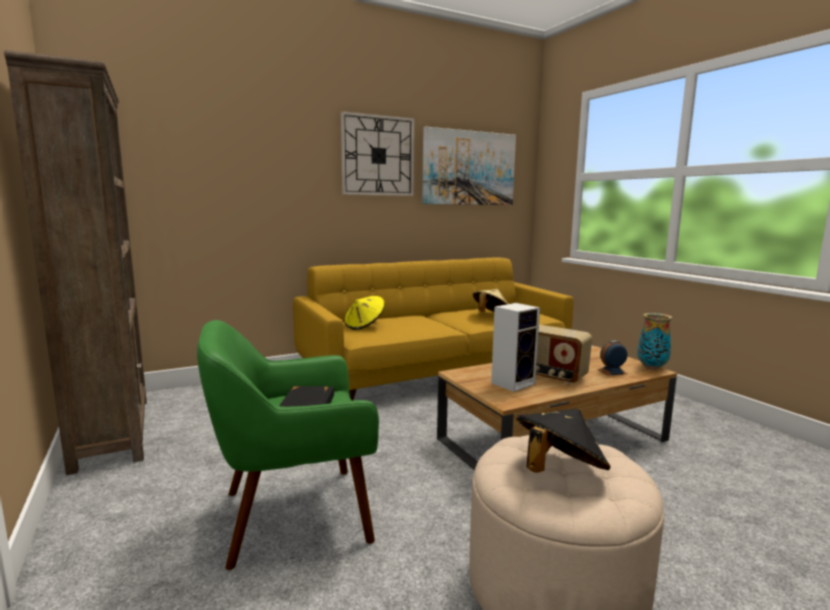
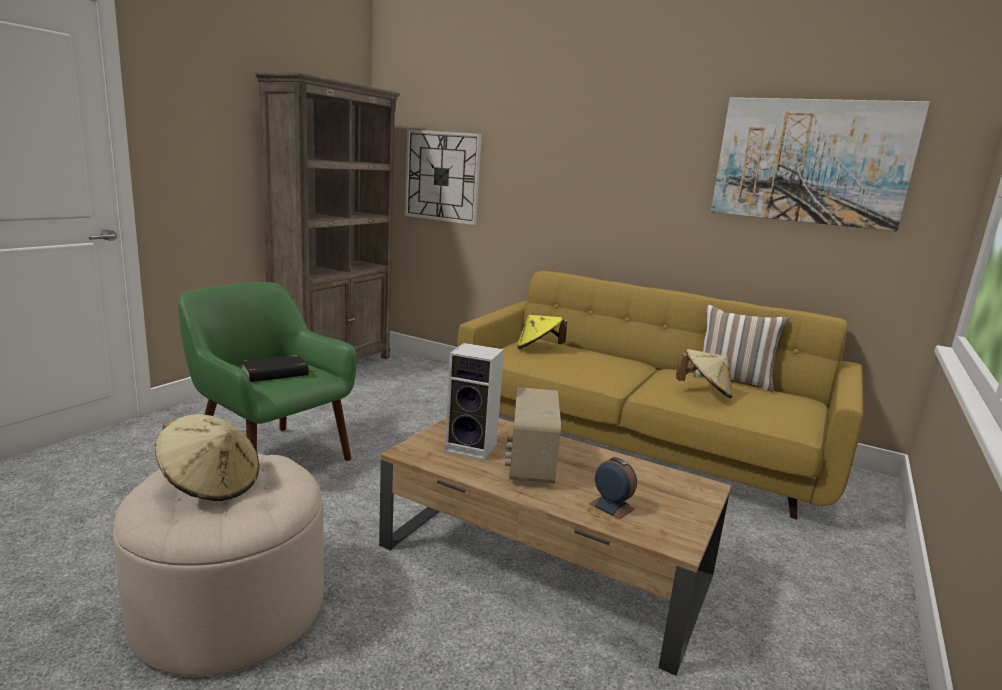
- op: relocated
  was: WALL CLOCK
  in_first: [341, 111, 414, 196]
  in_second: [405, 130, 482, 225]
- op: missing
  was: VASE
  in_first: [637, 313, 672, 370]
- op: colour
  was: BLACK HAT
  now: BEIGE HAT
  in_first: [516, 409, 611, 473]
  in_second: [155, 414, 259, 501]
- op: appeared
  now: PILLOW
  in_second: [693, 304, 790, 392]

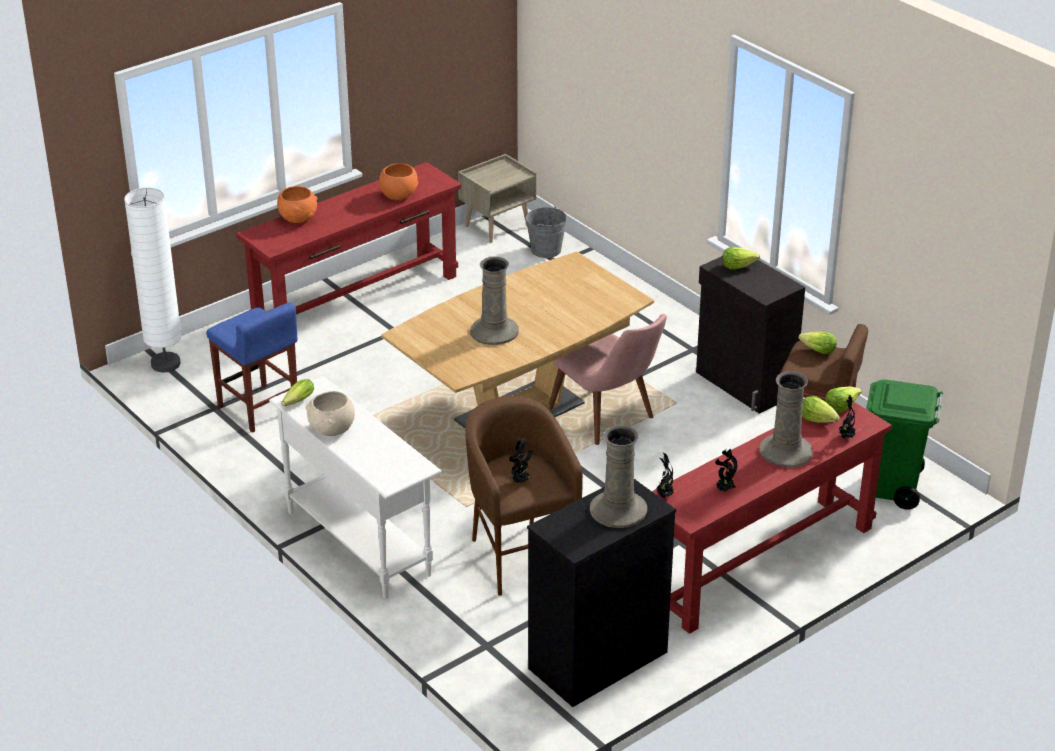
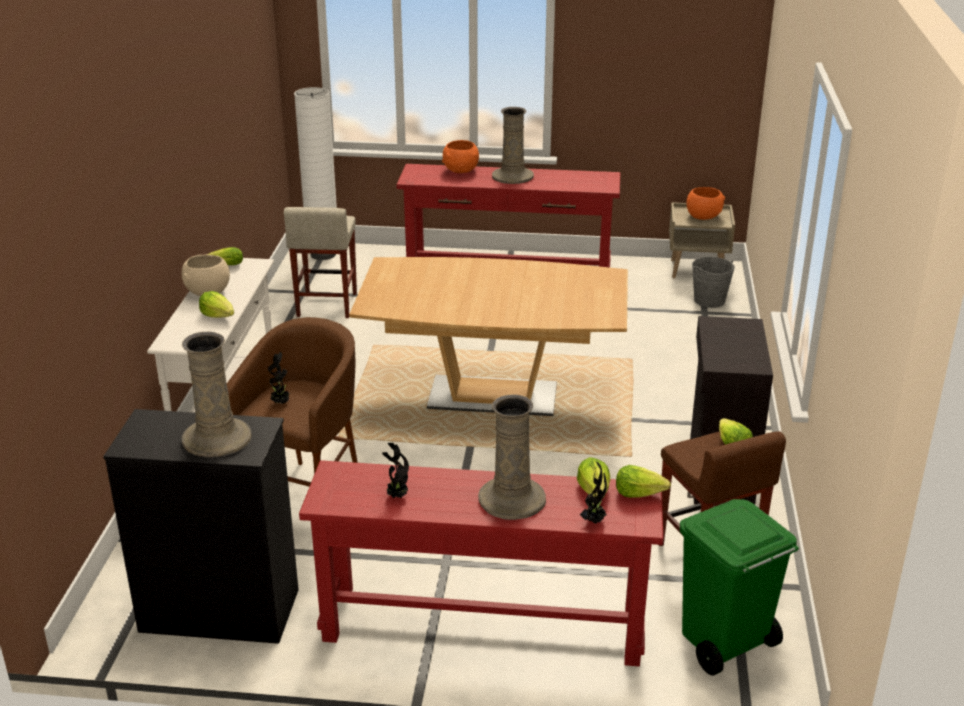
- op: relocated
  was: ORANGE BOWL
  in_first: [379, 163, 418, 200]
  in_second: [686, 187, 725, 220]
- op: relocated
  was: LETTUCE
  in_first: [722, 247, 760, 269]
  in_second: [199, 291, 234, 318]
- op: relocated
  was: BEIGE VASE
  in_first: [470, 256, 519, 345]
  in_second: [492, 107, 534, 184]
- op: colour
  was: BLUE STOOL
  now: BEIGE STOOL
  in_first: [206, 302, 298, 433]
  in_second: [284, 207, 357, 318]
- op: missing
  was: PINK CHAIR
  in_first: [549, 314, 667, 445]
- op: missing
  was: POTTED PLANT
  in_first: [656, 452, 674, 498]

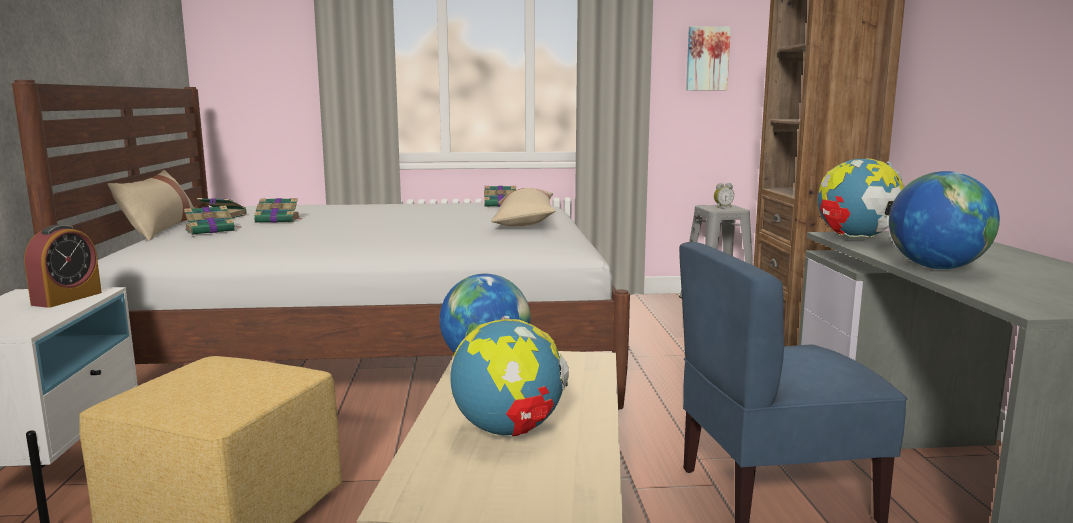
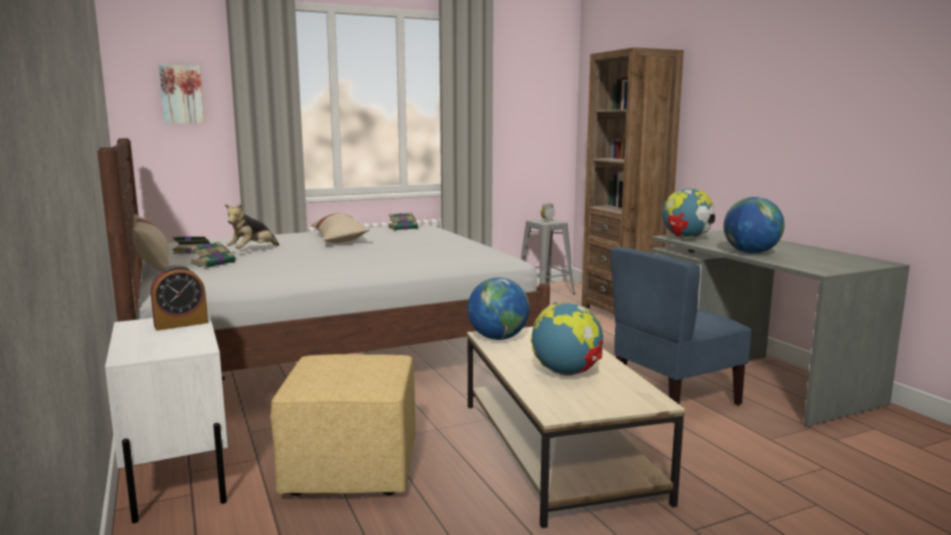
- op: relocated
  was: PICTURE
  in_first: [686, 26, 731, 90]
  in_second: [159, 65, 205, 124]
- op: relocated
  was: BEIGE PILLOW
  in_first: [491, 188, 555, 226]
  in_second: [311, 213, 370, 243]
- op: exchanged
  was: BOOK
  now: PLUSH TOY
  in_first: [254, 198, 303, 223]
  in_second: [225, 203, 279, 249]
- op: spun
  was: ALARM CLOCK
  in_first: [24, 225, 102, 308]
  in_second: [151, 265, 208, 331]
  clockwise: 60

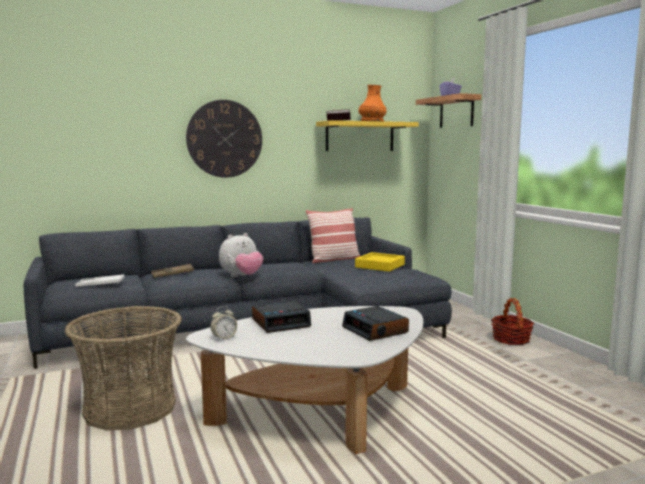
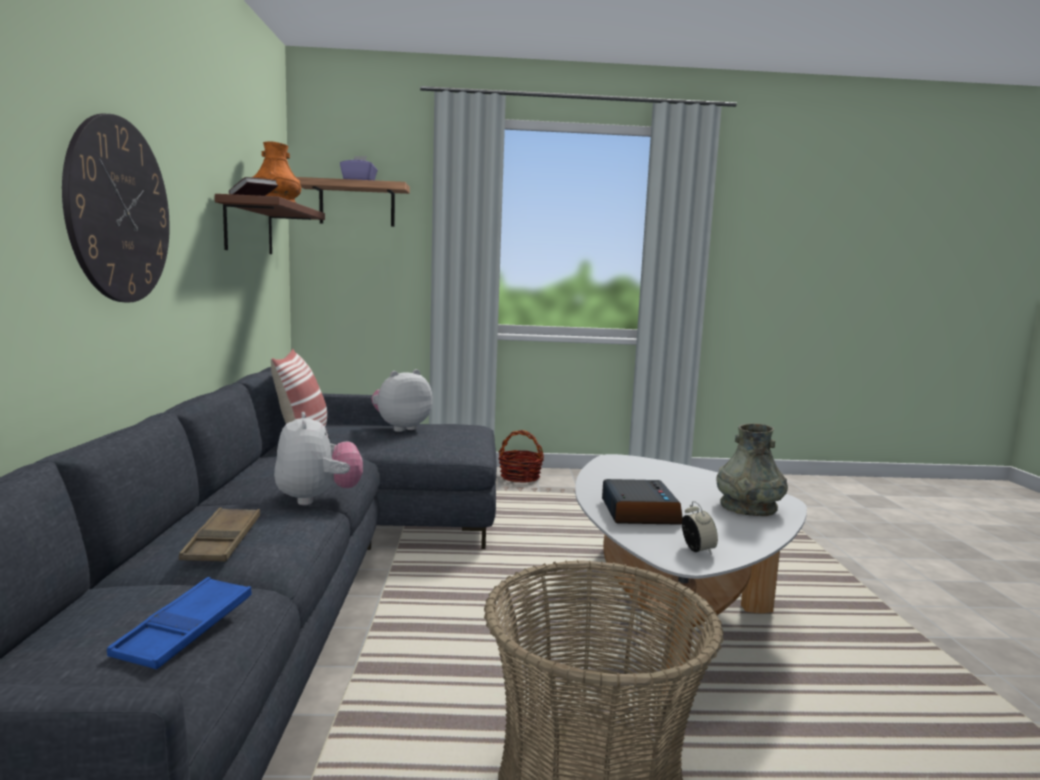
- op: colour
  was: YELLOW SHELF
  now: BROWN SHELF
  in_first: [316, 120, 419, 151]
  in_second: [215, 194, 325, 254]
- op: exchanged
  was: YELLOW TRAY
  now: PLUSH TOY
  in_first: [355, 252, 405, 272]
  in_second: [371, 369, 433, 432]
- op: colour
  was: WHITE TRAY
  now: BLUE TRAY
  in_first: [75, 274, 125, 287]
  in_second: [107, 577, 252, 669]
- op: missing
  was: ALARM CLOCK
  in_first: [342, 306, 409, 341]
- op: appeared
  now: GREY VASE
  in_second: [716, 424, 788, 516]

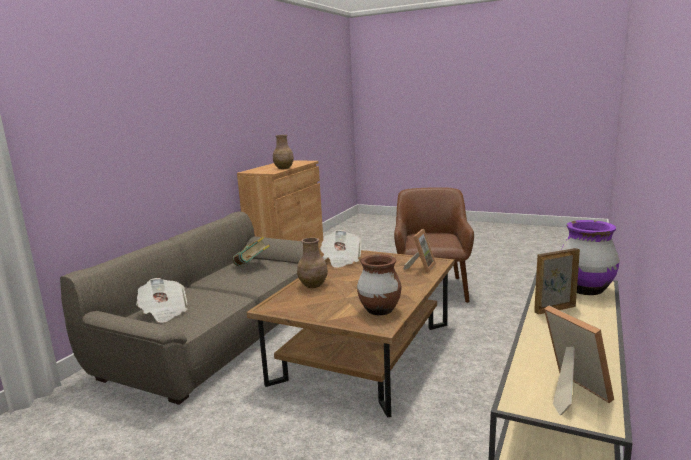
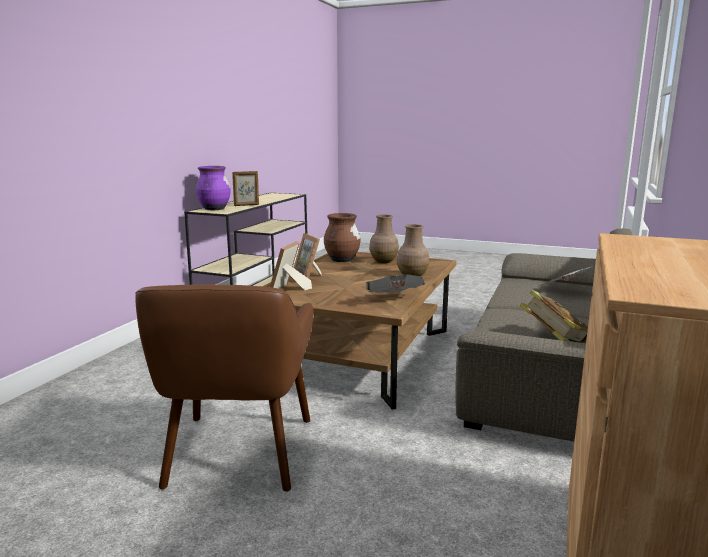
- op: relocated
  was: BROWN VASE
  in_first: [273, 135, 294, 169]
  in_second: [369, 215, 399, 263]
- op: relocated
  was: PICTURE FRAME
  in_first: [544, 306, 614, 415]
  in_second: [294, 233, 322, 278]

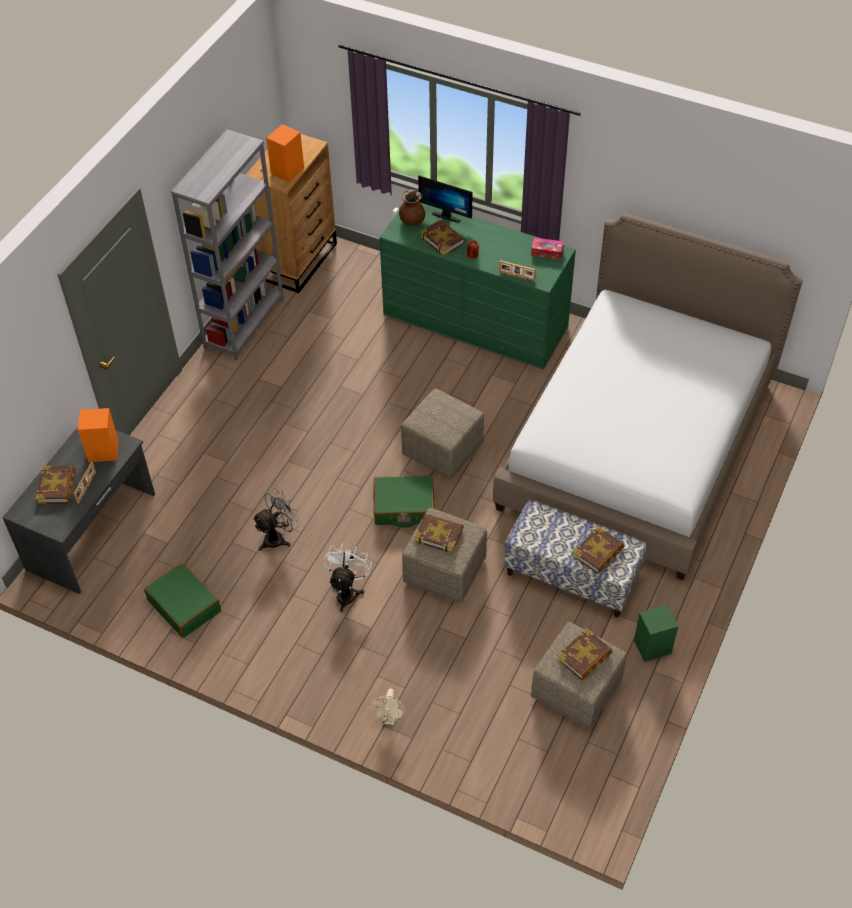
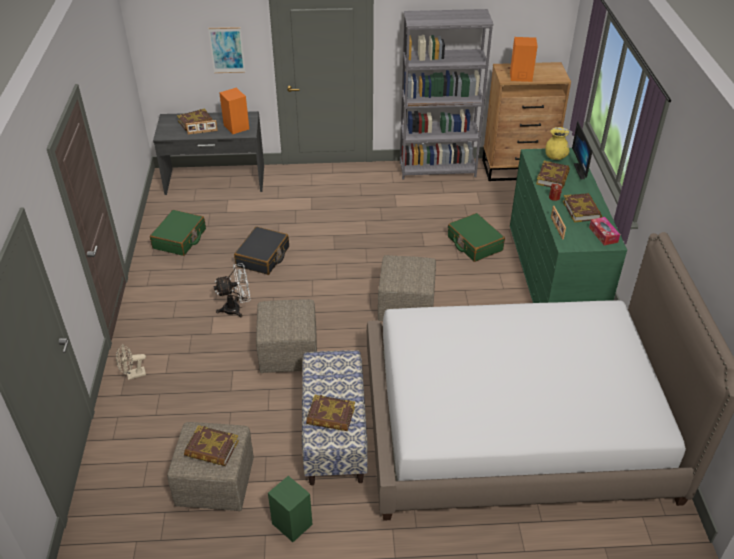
- op: colour
  was: BROWN VASE
  now: YELLOW VASE
  in_first: [399, 189, 425, 226]
  in_second: [546, 127, 569, 160]
- op: relocated
  was: GREEN SUITCASE
  in_first: [374, 476, 434, 527]
  in_second: [448, 213, 505, 262]
- op: exchanged
  was: GREY FAN
  now: BLACK SUITCASE
  in_first: [252, 488, 301, 551]
  in_second: [234, 227, 289, 275]
- op: relocated
  was: BOOK
  in_first: [414, 514, 464, 553]
  in_second: [563, 193, 602, 222]
- op: appeared
  now: PICTURE
  in_second: [208, 27, 245, 73]

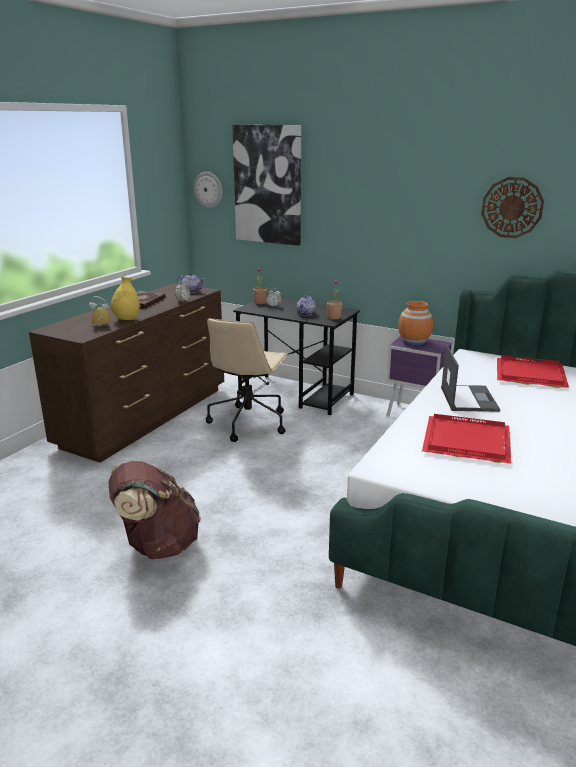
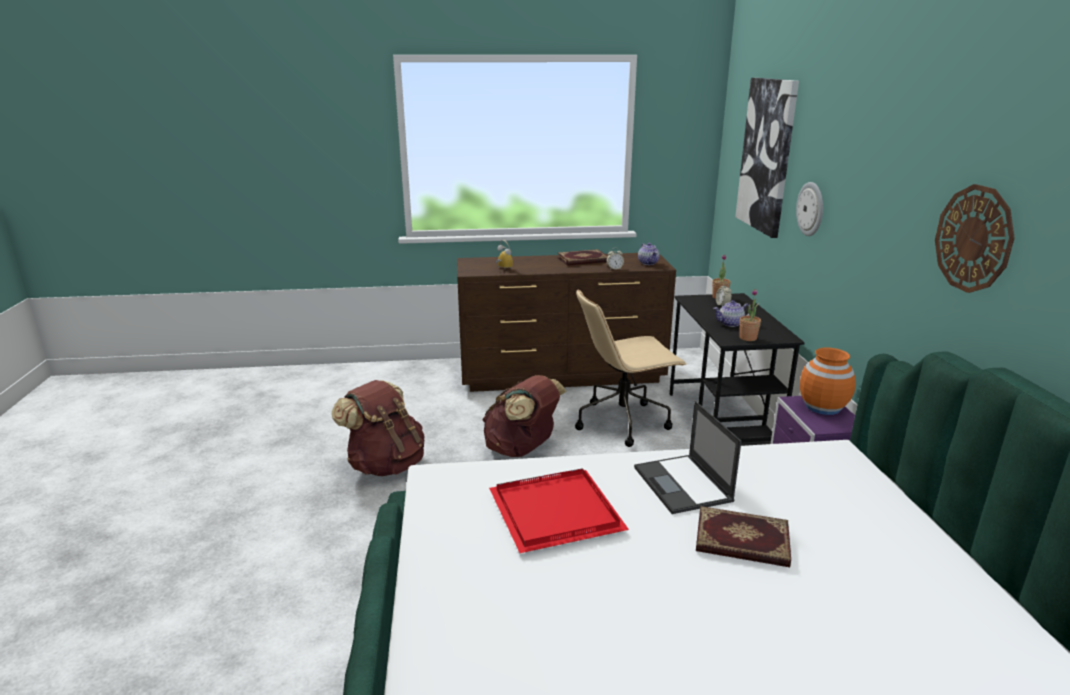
- op: relocated
  was: WALL CLOCK
  in_first: [194, 172, 223, 208]
  in_second: [796, 182, 823, 236]
- op: missing
  was: YELLOW VASE
  in_first: [111, 277, 140, 320]
- op: spun
  was: LAPTOP
  in_first: [441, 345, 500, 412]
  in_second: [634, 401, 741, 514]
  clockwise: 105
- op: missing
  was: RED TRAY
  in_first: [497, 355, 569, 388]
- op: appeared
  now: BROWN BACKPACK
  in_second: [483, 375, 567, 457]
- op: appeared
  now: BOOK
  in_second: [696, 506, 791, 567]

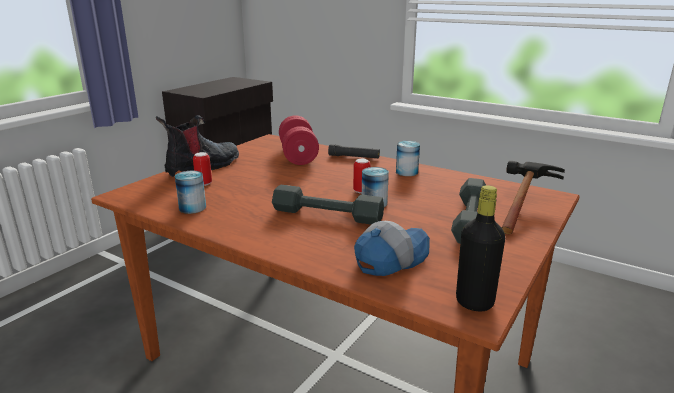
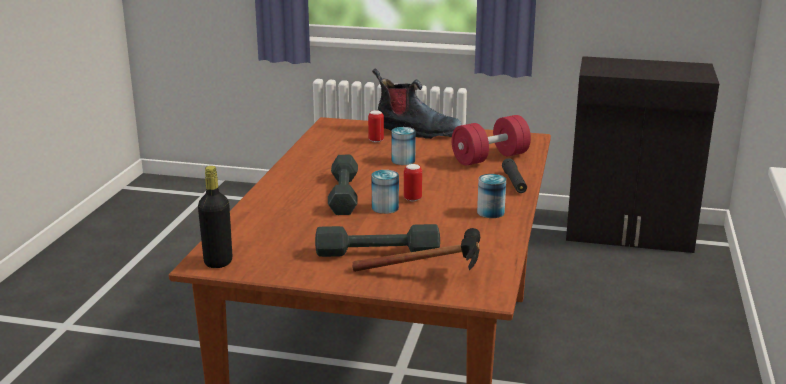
- op: relocated
  was: CAN
  in_first: [175, 171, 206, 214]
  in_second: [391, 127, 416, 165]
- op: missing
  was: CAP
  in_first: [354, 221, 430, 276]

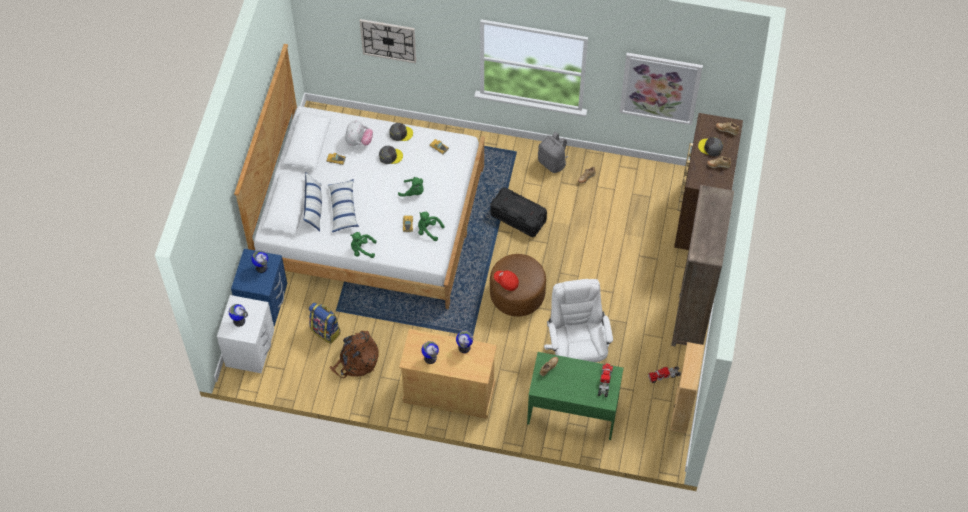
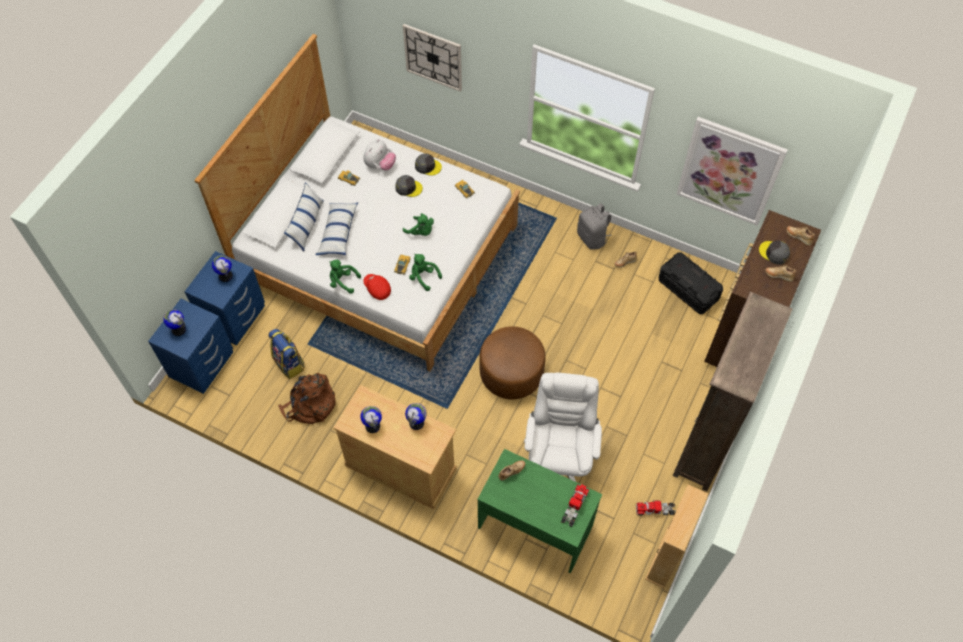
- op: relocated
  was: BLACK STORAGE BOX
  in_first: [490, 187, 547, 237]
  in_second: [659, 252, 723, 314]
- op: relocated
  was: RED CAP
  in_first: [494, 271, 519, 291]
  in_second: [363, 274, 391, 300]
- op: colour
  was: WHITE NIGHTSTAND
  now: BLUE NIGHTSTAND
  in_first: [217, 295, 274, 373]
  in_second: [148, 299, 233, 394]

